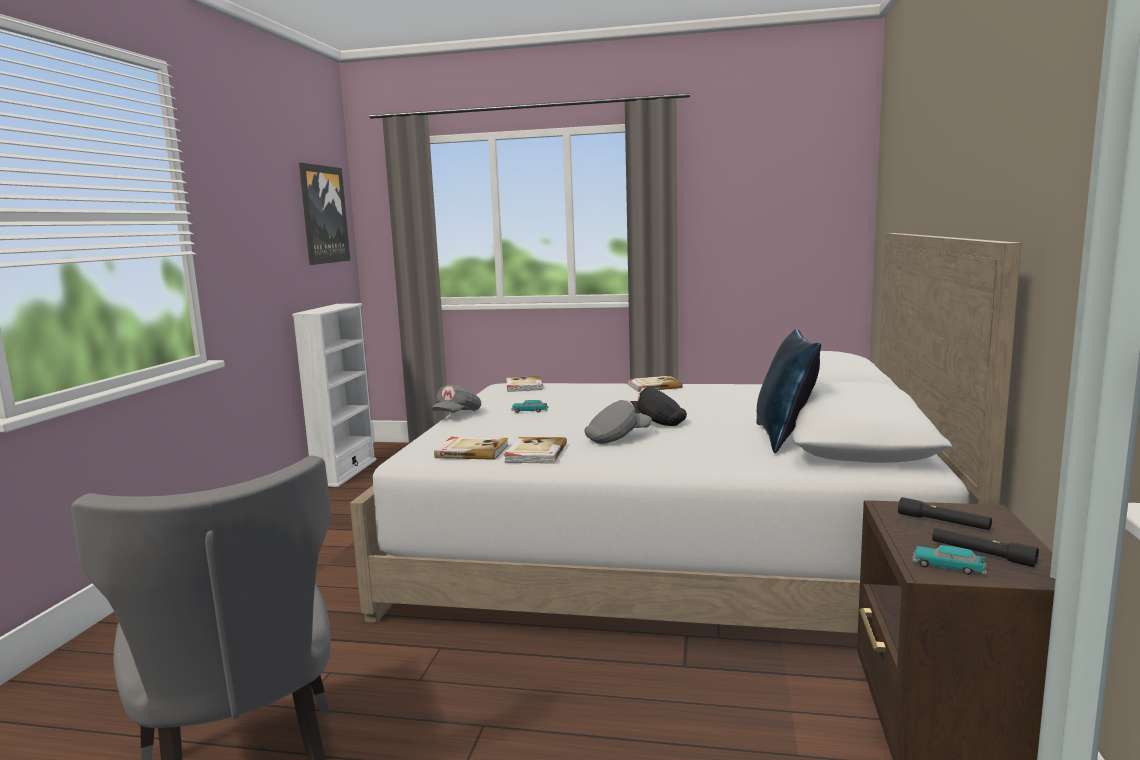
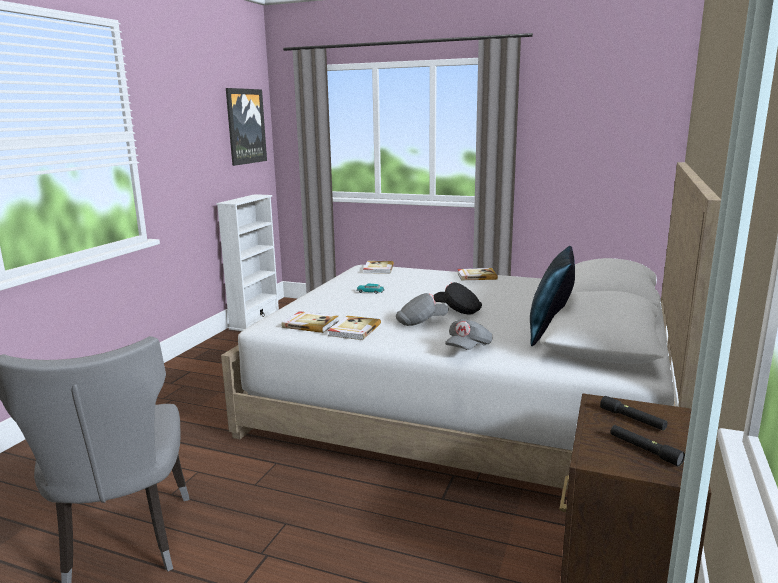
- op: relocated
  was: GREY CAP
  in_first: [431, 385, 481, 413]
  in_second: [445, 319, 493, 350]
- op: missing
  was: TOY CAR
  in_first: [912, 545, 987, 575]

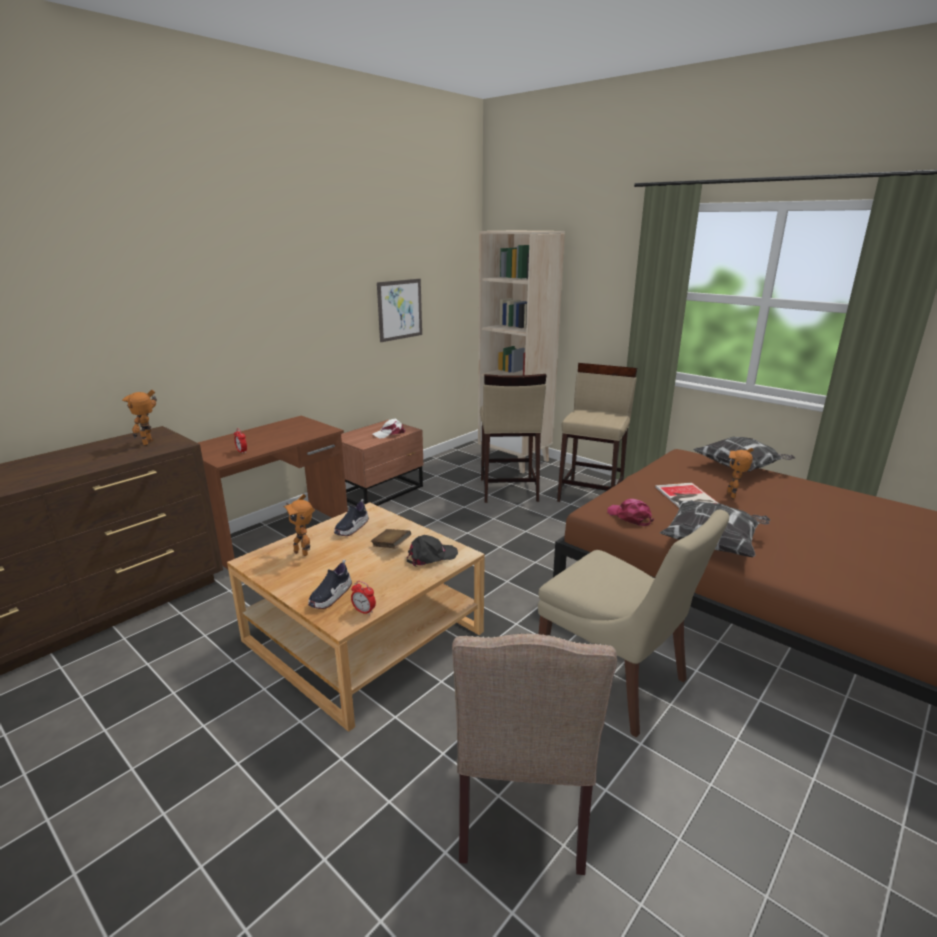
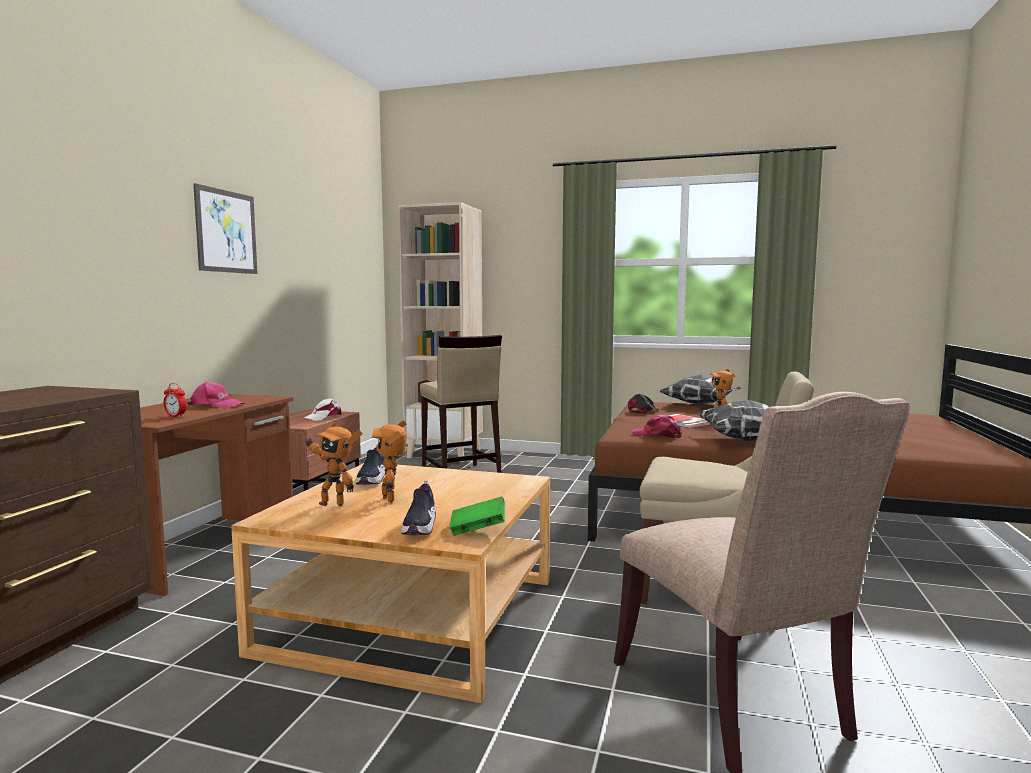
- op: relocated
  was: PICTURE
  in_first: [377, 279, 422, 342]
  in_second: [193, 183, 258, 274]
- op: missing
  was: BEIGE STOOL
  in_first: [557, 363, 637, 502]
- op: relocated
  was: TOY ROBOT
  in_first: [122, 390, 157, 446]
  in_second: [372, 420, 407, 502]
- op: missing
  was: BROWN BOOK
  in_first: [371, 529, 411, 549]
- op: relocated
  was: BLACK CAP
  in_first: [407, 535, 458, 567]
  in_second: [628, 394, 659, 413]
- op: exchanged
  was: ALARM CLOCK
  now: GREEN BOOK
  in_first: [351, 581, 376, 615]
  in_second: [449, 496, 505, 536]
- op: appeared
  now: PINK CAP
  in_second: [187, 381, 244, 409]

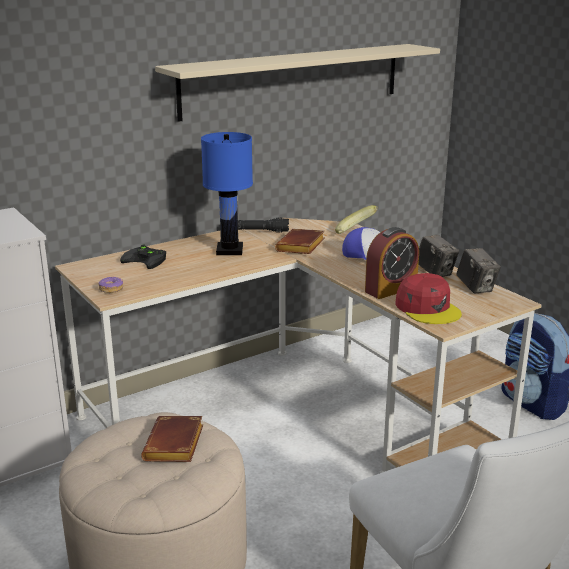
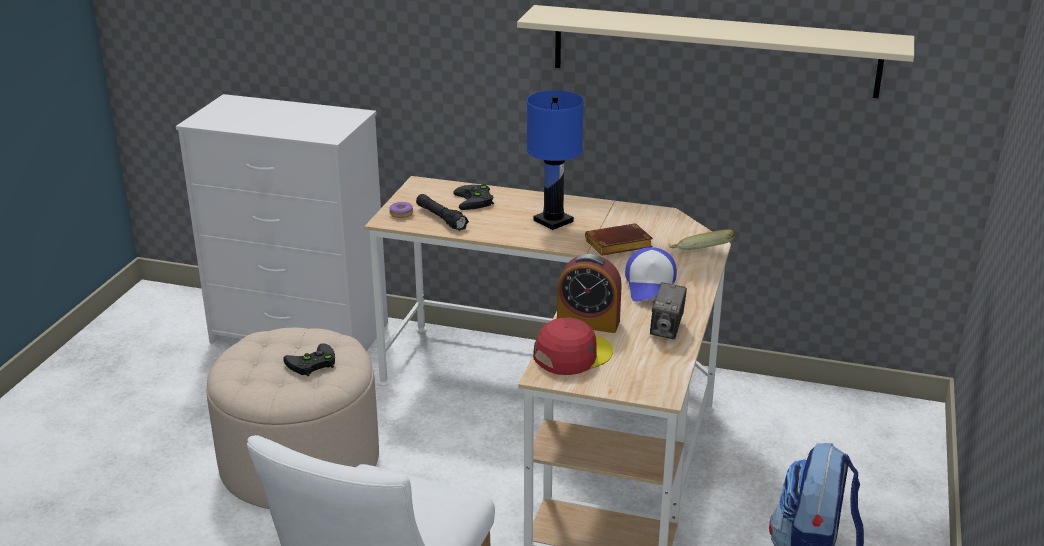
- op: relocated
  was: BLACK FLASHLIGHT
  in_first: [238, 218, 289, 233]
  in_second: [416, 194, 469, 231]
- op: missing
  was: PHOTO CAMERA
  in_first: [456, 248, 501, 293]
- op: spun
  was: RED CAP
  in_first: [395, 273, 462, 324]
  in_second: [533, 317, 613, 375]
  clockwise: -150
- op: exchanged
  was: BROWN BOOK
  now: BLACK GAME CONTROLLER
  in_first: [141, 416, 203, 462]
  in_second: [283, 343, 335, 376]

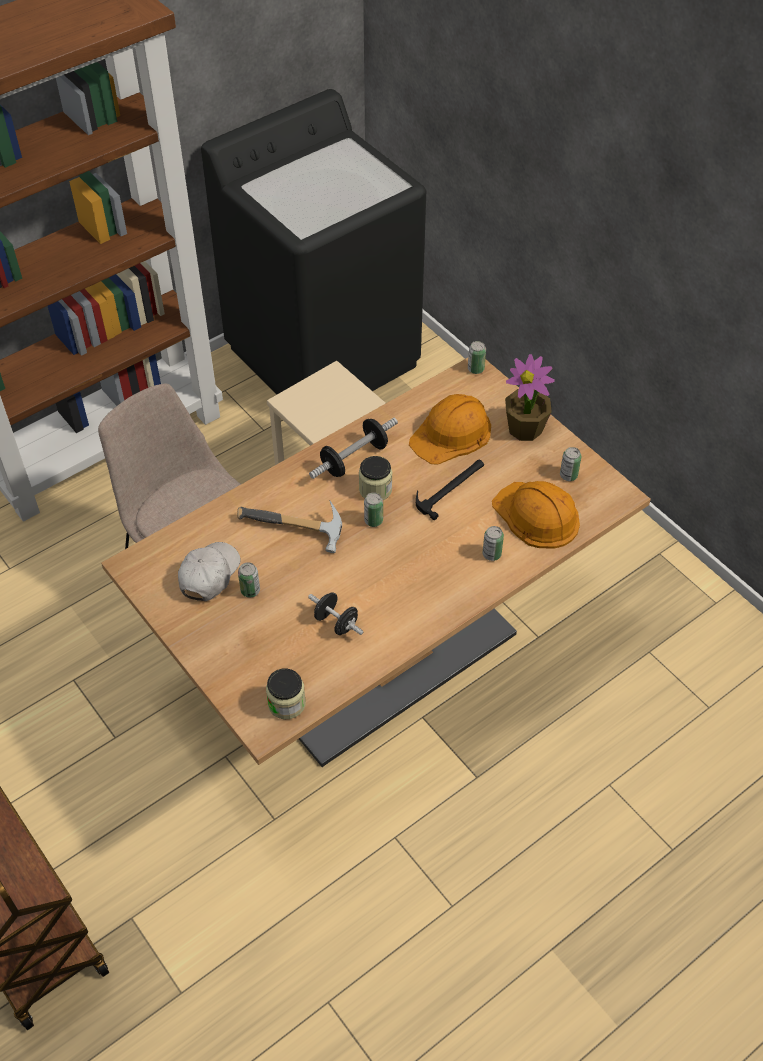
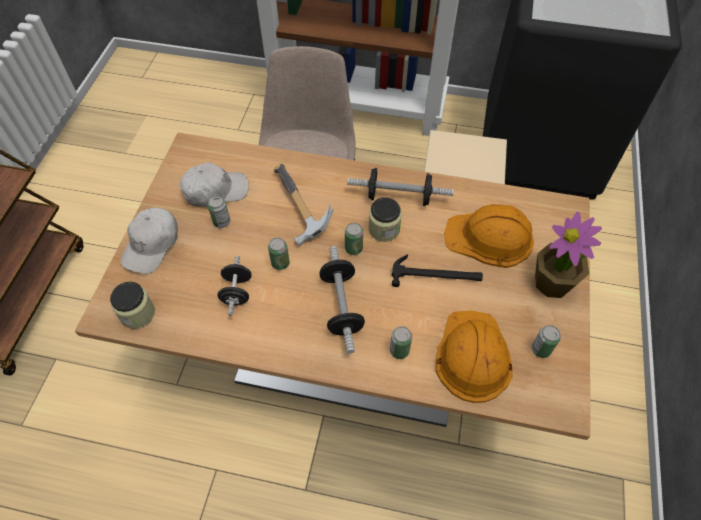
- op: relocated
  was: CAN
  in_first: [468, 341, 486, 374]
  in_second: [268, 238, 289, 270]
- op: appeared
  now: WHITE CAP
  in_second: [120, 208, 178, 274]
- op: appeared
  now: DUMBBELL
  in_second: [319, 246, 365, 354]

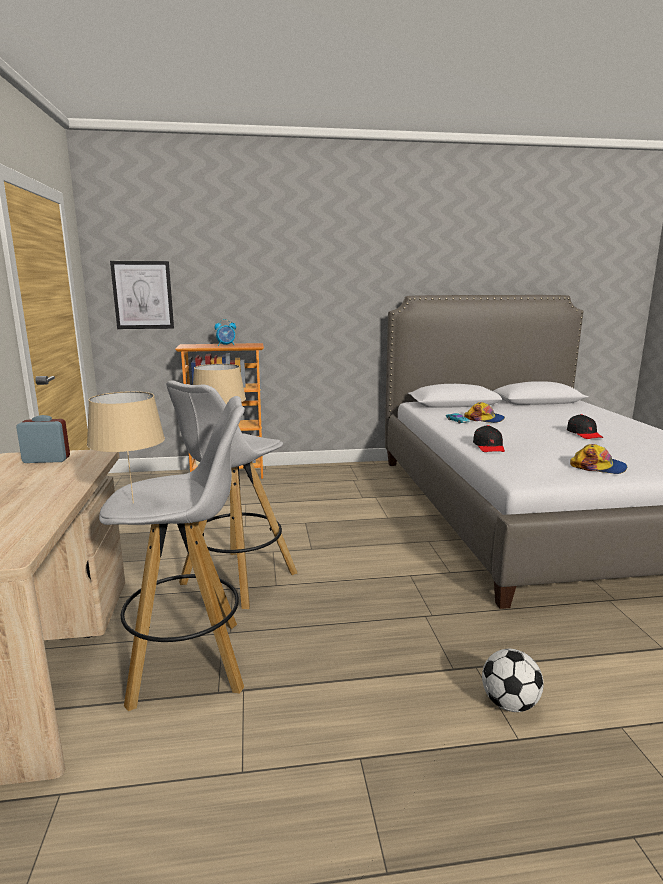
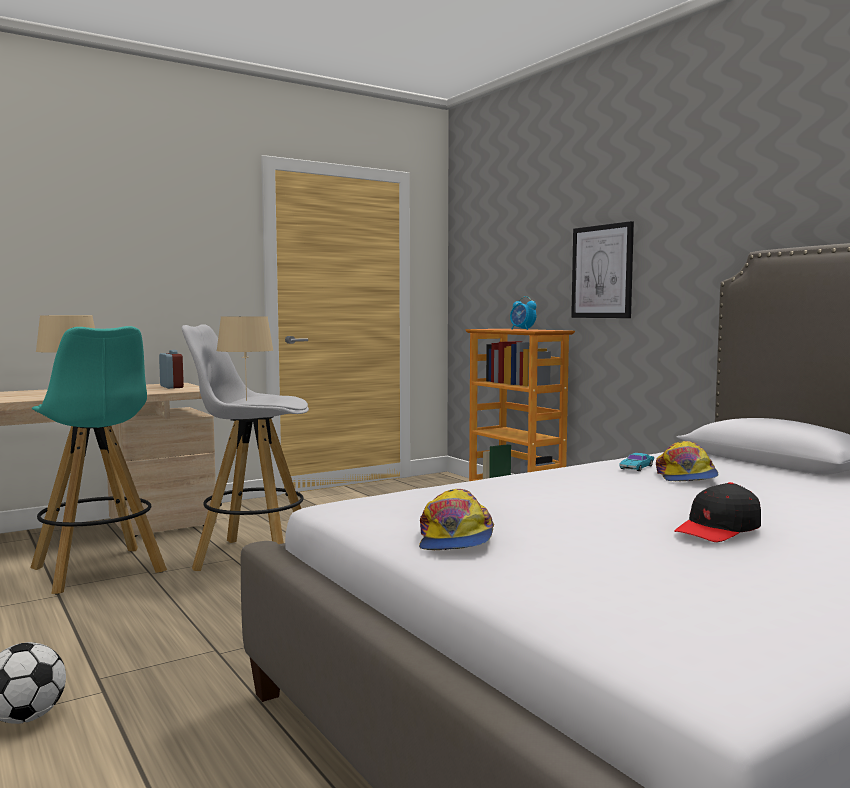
- op: relocated
  was: PICTURE
  in_first: [110, 261, 174, 329]
  in_second: [571, 221, 634, 318]
- op: colour
  was: WHITE STOOL
  now: TURQUOISE STOOL
  in_first: [99, 396, 245, 711]
  in_second: [31, 326, 167, 594]
- op: missing
  was: BLACK CAP
  in_first: [473, 425, 505, 452]

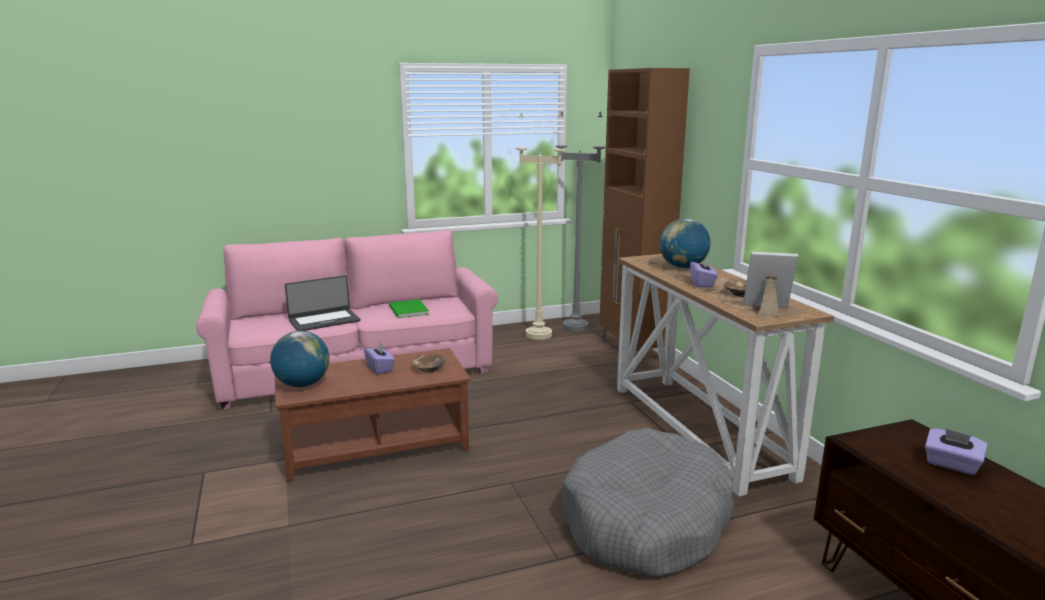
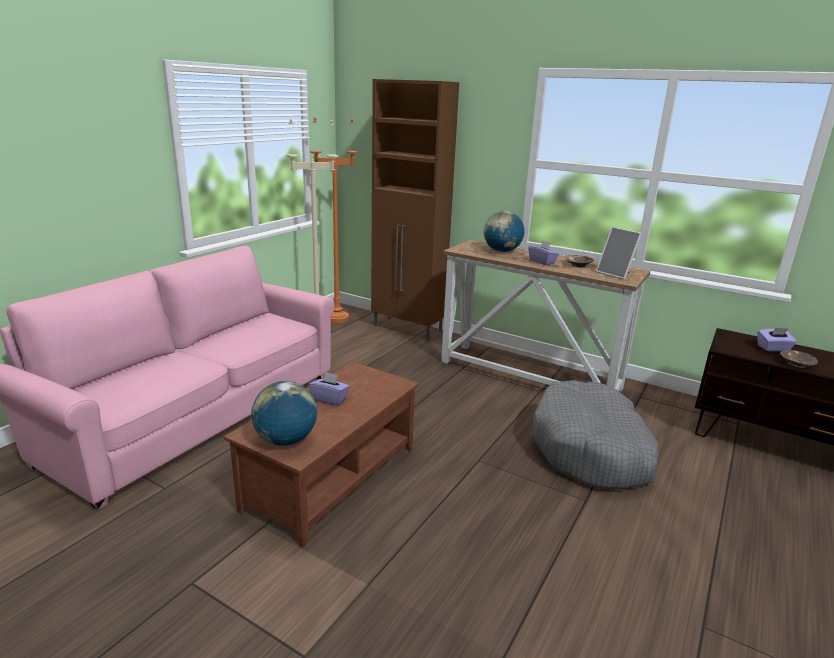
- op: colour
  was: GREY FLOOR LAMP
  now: ORANGE FLOOR LAMP
  in_first: [556, 111, 605, 332]
  in_second: [310, 117, 358, 323]
- op: spun
  was: PICTURE FRAME
  in_first: [743, 252, 798, 317]
  in_second: [596, 227, 642, 280]
  clockwise: -105
- op: missing
  was: LAPTOP
  in_first: [285, 275, 361, 331]
- op: missing
  was: GREEN BOOK
  in_first: [389, 299, 429, 318]
- op: relocated
  was: BROWN BOWL
  in_first: [411, 354, 446, 372]
  in_second: [780, 350, 818, 368]

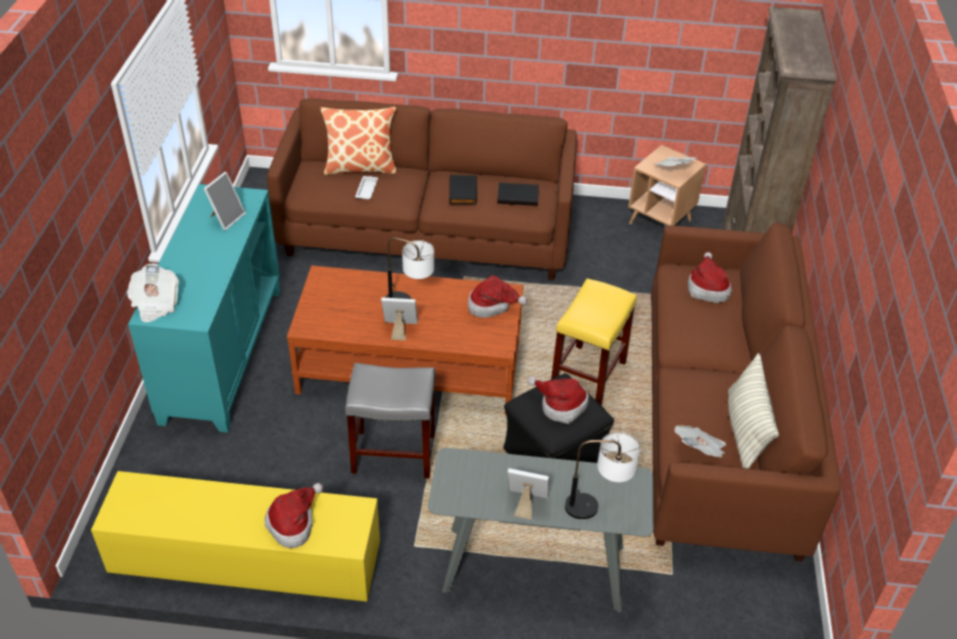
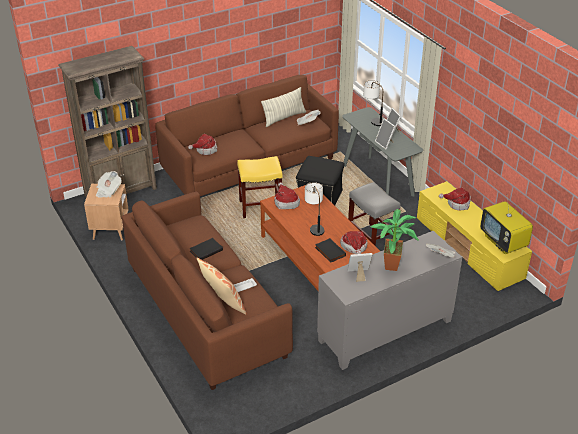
- op: relocated
  was: BLACK BOOK
  in_first: [497, 183, 539, 206]
  in_second: [315, 238, 346, 263]
- op: colour
  was: TURQUOISE CABINET
  now: GREY CABINET
  in_first: [128, 184, 280, 433]
  in_second: [317, 231, 462, 370]
- op: relocated
  was: PICTURE FRAME
  in_first: [381, 297, 418, 341]
  in_second: [375, 118, 395, 149]
- op: relocated
  was: HAT
  in_first: [527, 377, 589, 424]
  in_second: [340, 231, 367, 254]
- op: appeared
  now: TELEVISION
  in_second: [480, 198, 533, 254]
- op: appeared
  now: POTTED PLANT
  in_second: [370, 209, 419, 271]

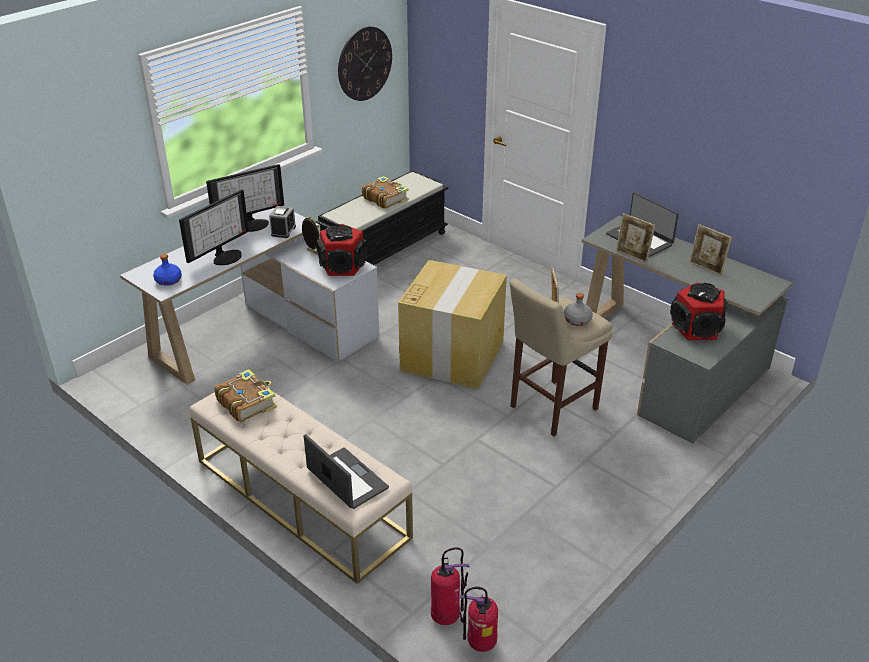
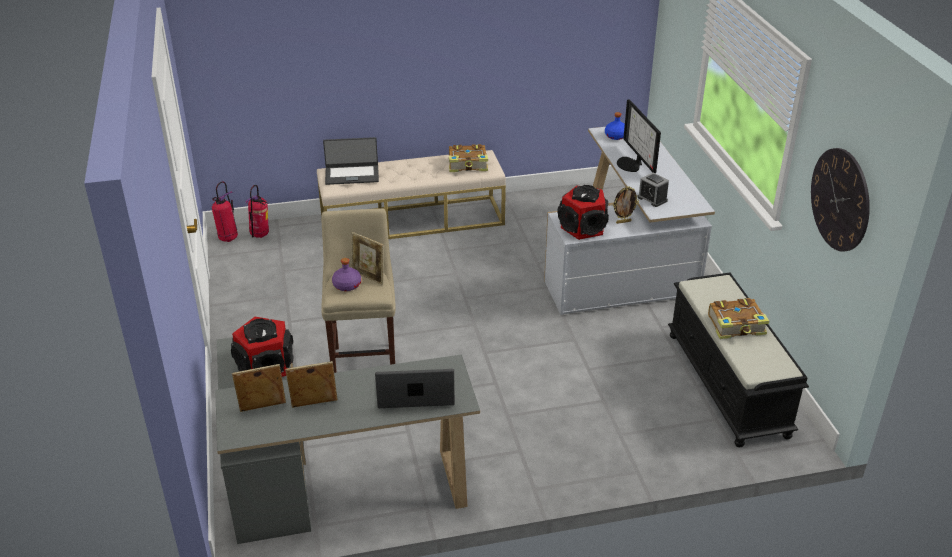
- op: missing
  was: MONITOR
  in_first: [206, 164, 284, 232]
- op: relocated
  was: PICTURE FRAME
  in_first: [616, 213, 655, 263]
  in_second: [232, 364, 286, 412]
- op: missing
  was: CARDBOARD BOX
  in_first: [398, 260, 507, 389]
- op: colour
  was: GREY BOTTLE
  now: PURPLE BOTTLE
  in_first: [564, 293, 593, 326]
  in_second: [332, 258, 361, 291]

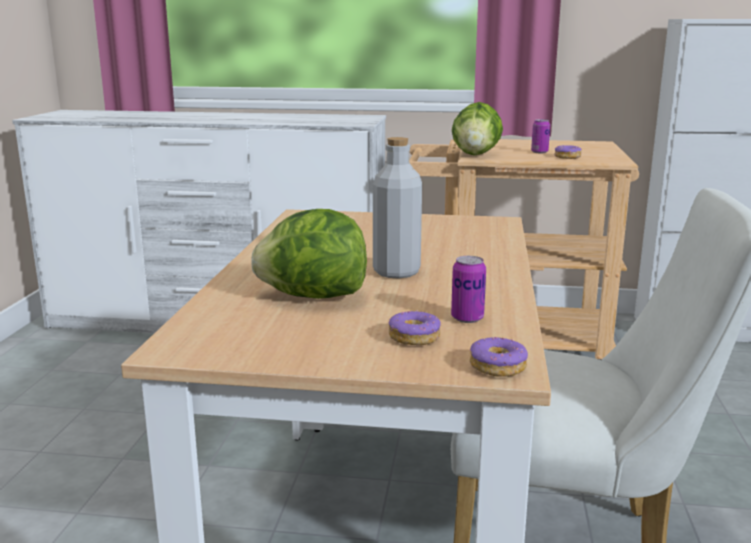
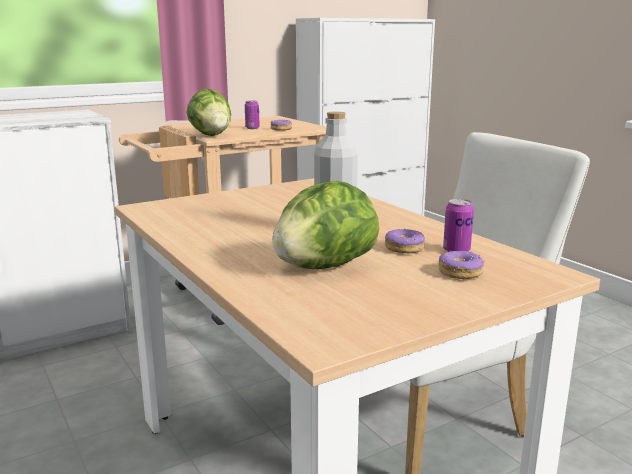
- op: relocated
  was: DONUT
  in_first: [470, 337, 528, 377]
  in_second: [385, 229, 425, 253]

